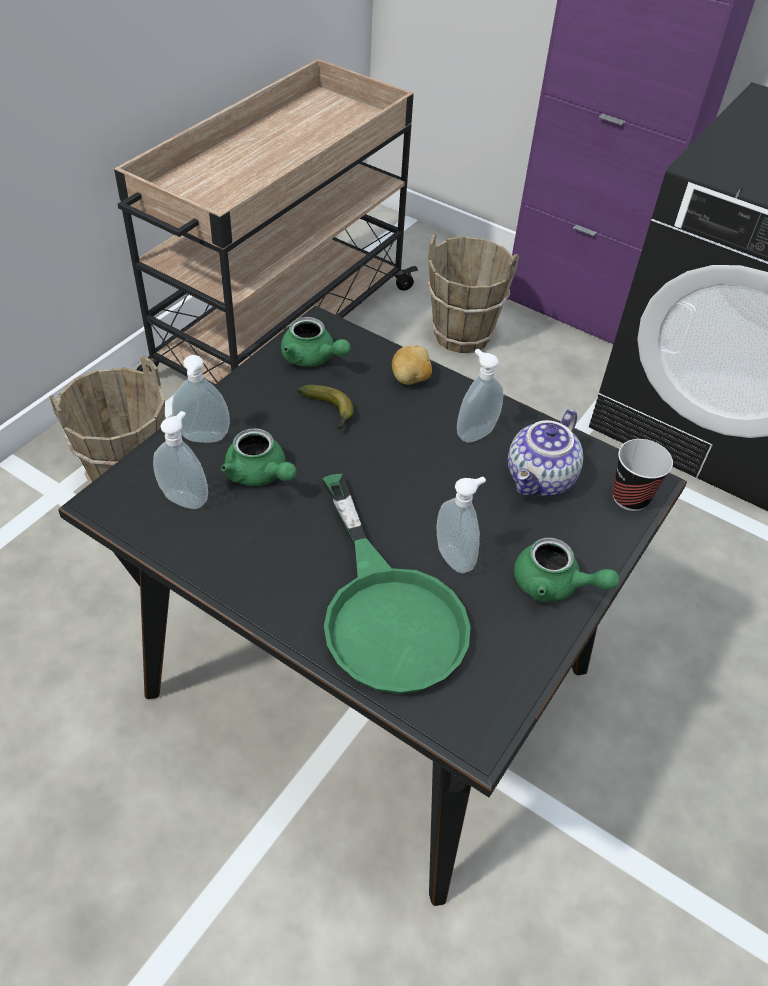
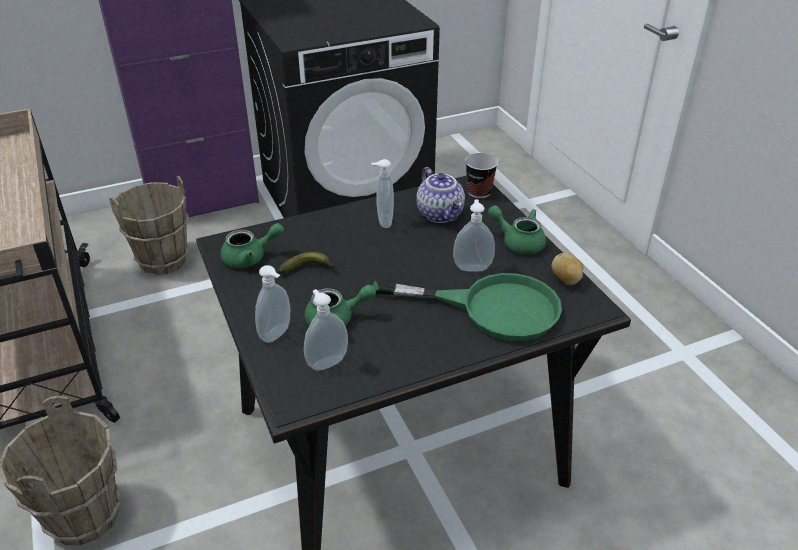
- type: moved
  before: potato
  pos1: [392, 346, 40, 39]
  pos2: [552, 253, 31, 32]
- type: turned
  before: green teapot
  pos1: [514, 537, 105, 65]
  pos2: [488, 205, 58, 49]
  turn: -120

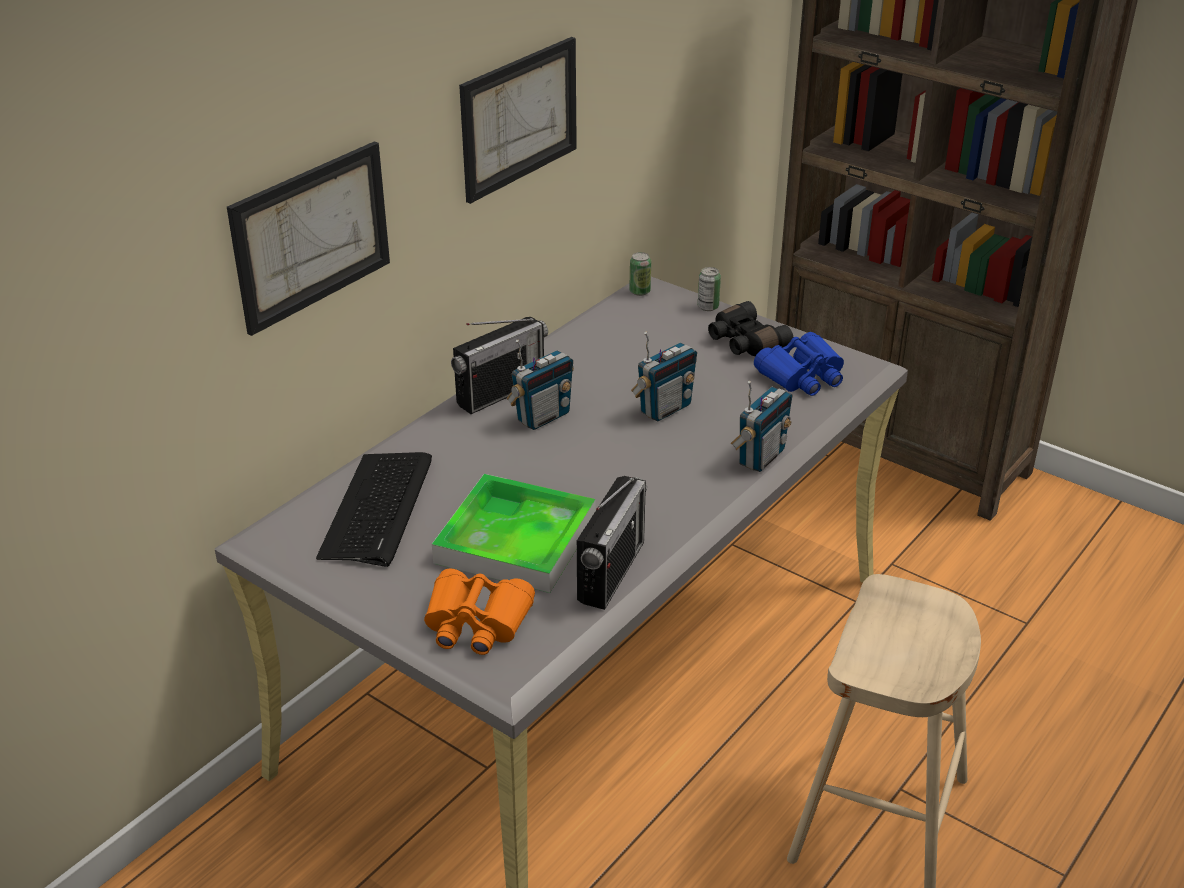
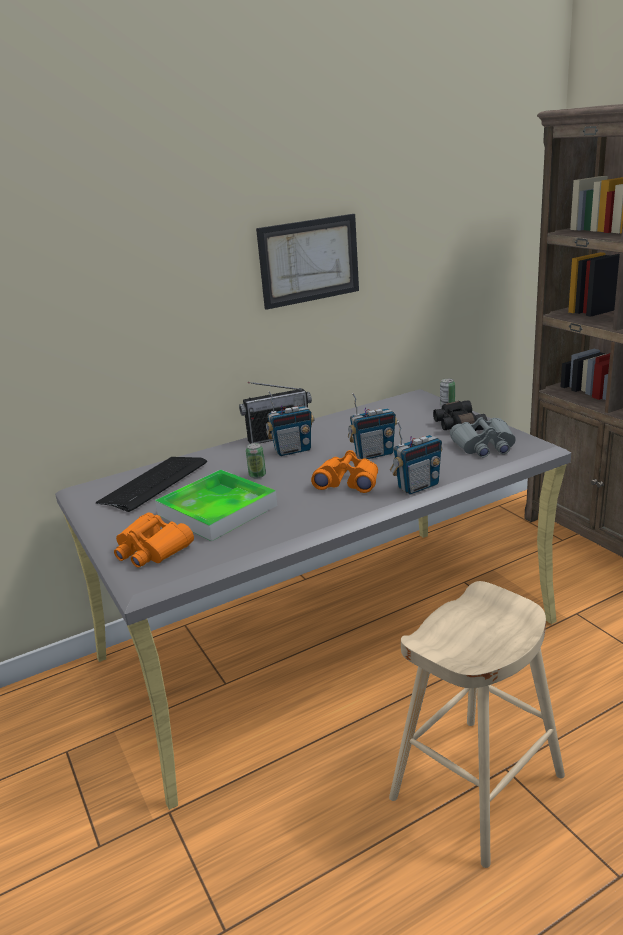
- type: removed
  before: picture
  pos1: [227, 141, 163, 195]
- type: removed
  before: radio
  pos1: [577, 476, 70, 134]
- type: moved
  before: can
  pos1: [629, 252, 22, 44]
  pos2: [246, 443, 20, 36]
- type: recoloured
  before: blue binoculars
  after: grey binoculars
  pos1: [754, 332, 90, 64]
  pos2: [450, 417, 66, 40]
- type: added
  after: orange binoculars
  pos2: [311, 450, 67, 43]

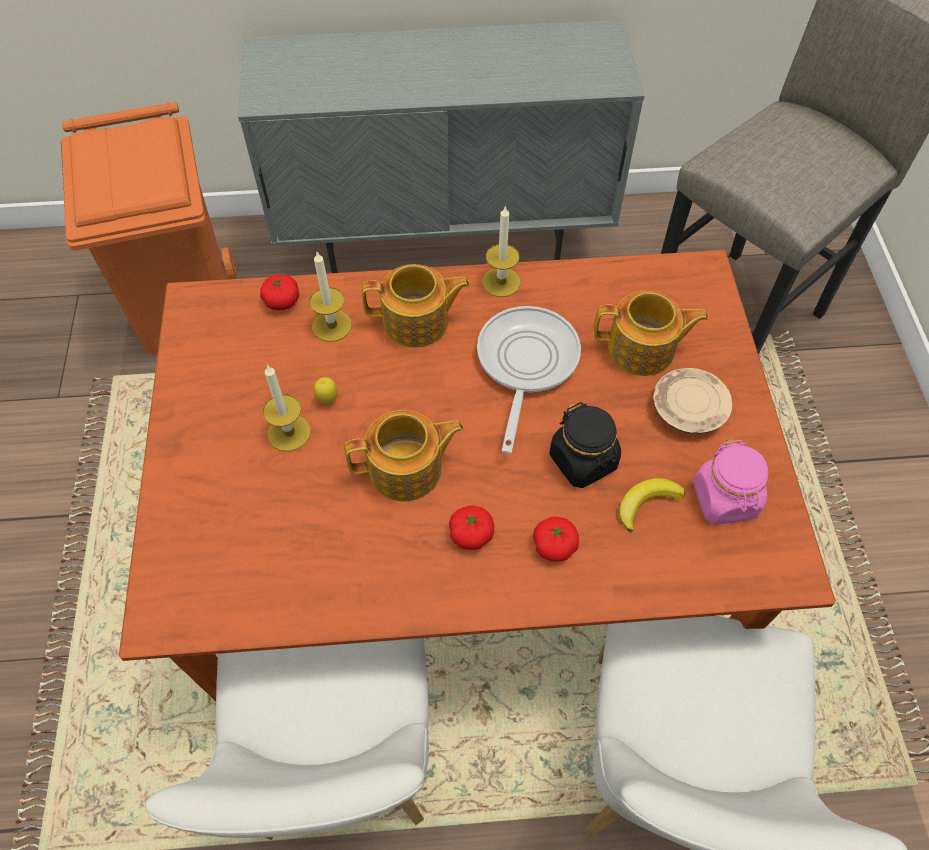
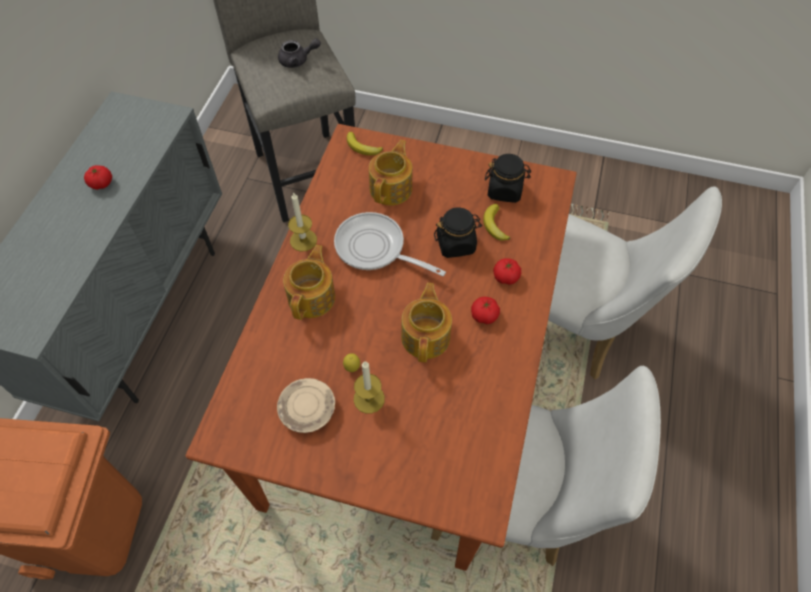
- type: moved
  before: tomato
  pos1: [260, 275, 39, 35]
  pos2: [84, 165, 28, 25]
- type: removed
  before: candle
  pos1: [309, 252, 43, 90]
- type: moved
  before: beige plate
  pos1: [653, 368, 79, 66]
  pos2: [277, 378, 58, 55]
- type: recoloured
  before: pink jar
  after: black jar
  pos1: [693, 439, 75, 86]
  pos2: [485, 154, 46, 49]
- type: added
  after: grey teapot
  pos2: [278, 38, 43, 30]
- type: added
  after: banana
  pos2: [347, 132, 36, 23]

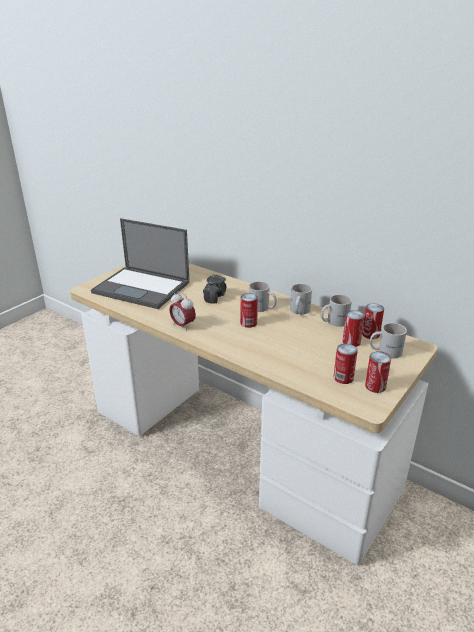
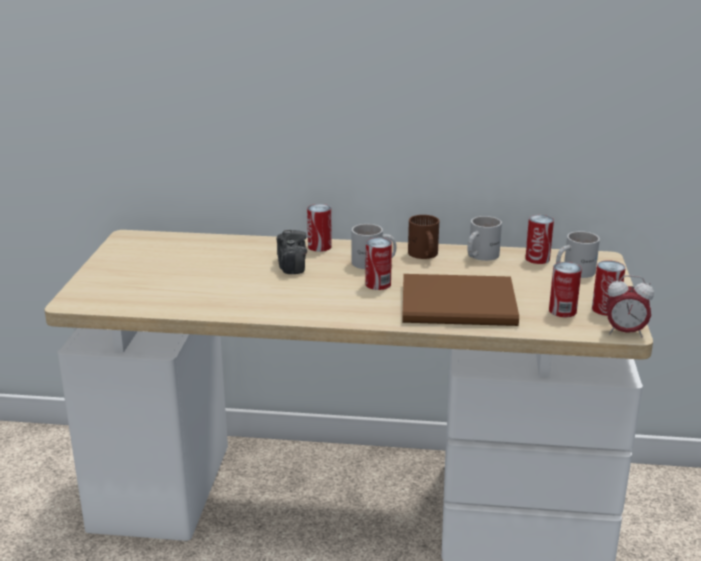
- type: removed
  before: laptop
  pos1: [91, 218, 99, 91]
- type: moved
  before: alarm clock
  pos1: [169, 292, 27, 39]
  pos2: [606, 275, 48, 63]
- type: recoloured
  before: white mug
  after: brown mug
  pos1: [290, 284, 22, 31]
  pos2: [408, 215, 31, 44]
- type: moved
  before: can
  pos1: [343, 310, 22, 37]
  pos2: [307, 204, 25, 48]
- type: added
  after: brown book
  pos2: [402, 274, 117, 52]

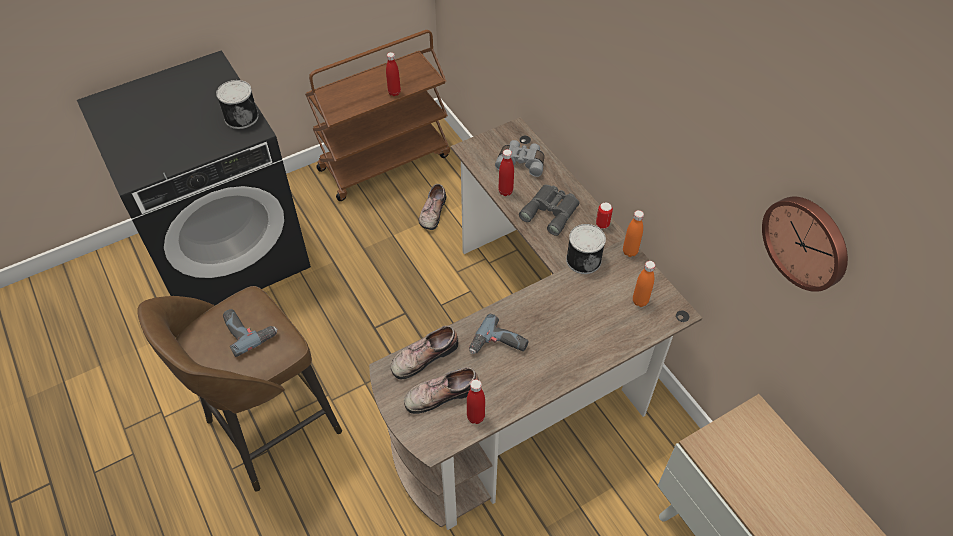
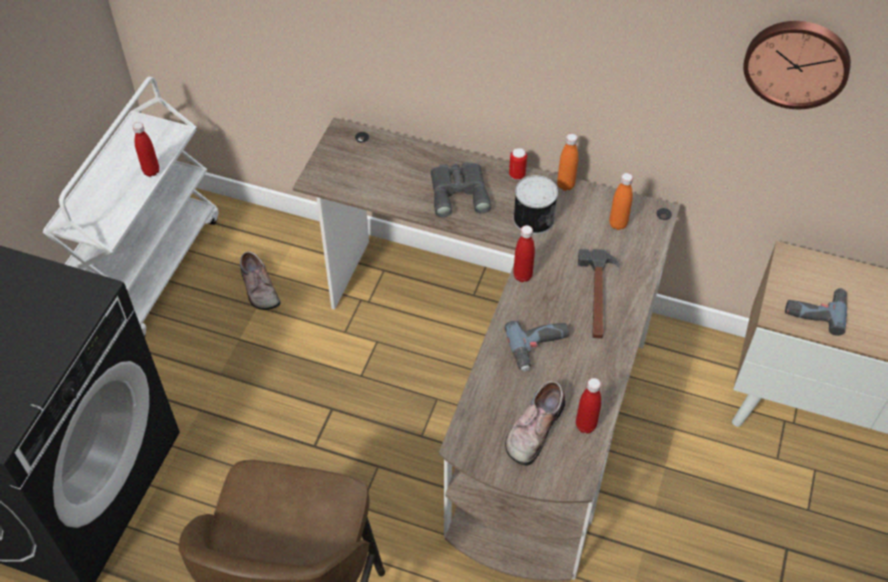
- type: removed
  before: can
  pos1: [216, 80, 43, 49]
- type: moved
  before: power drill
  pos1: [223, 309, 55, 48]
  pos2: [785, 288, 62, 48]
- type: recoloured
  before: brown cart
  after: white cart
  pos1: [305, 30, 145, 171]
  pos2: [43, 77, 175, 260]
- type: removed
  before: shoe
  pos1: [391, 326, 67, 54]
- type: removed
  before: grey binoculars
  pos1: [495, 140, 49, 37]
- type: moved
  before: red bottle
  pos1: [498, 149, 16, 47]
  pos2: [513, 225, 22, 57]
- type: added
  after: hammer
  pos2: [578, 249, 42, 90]

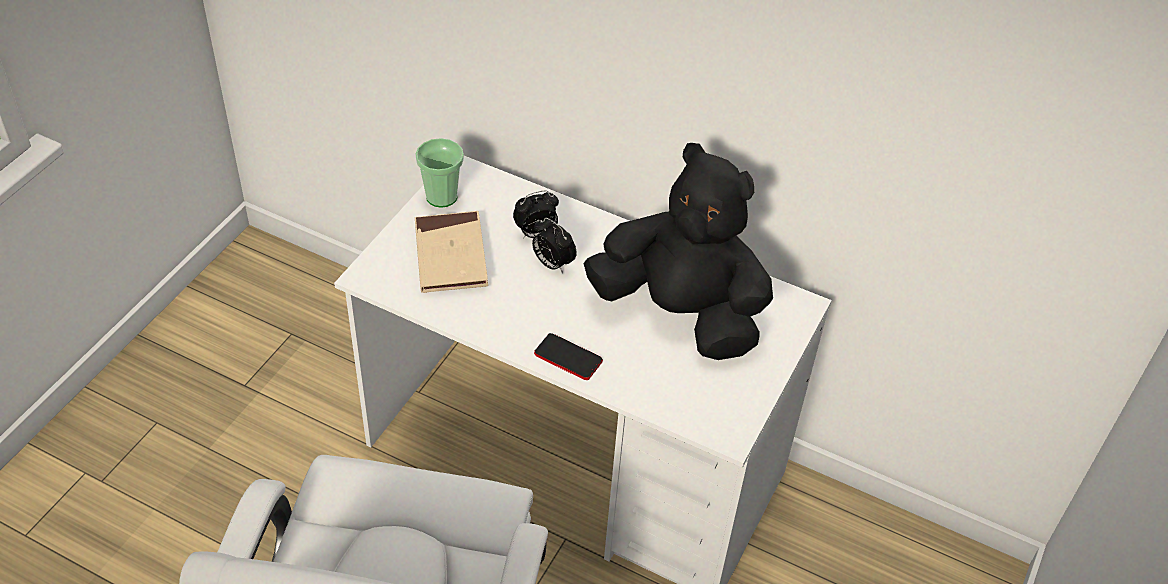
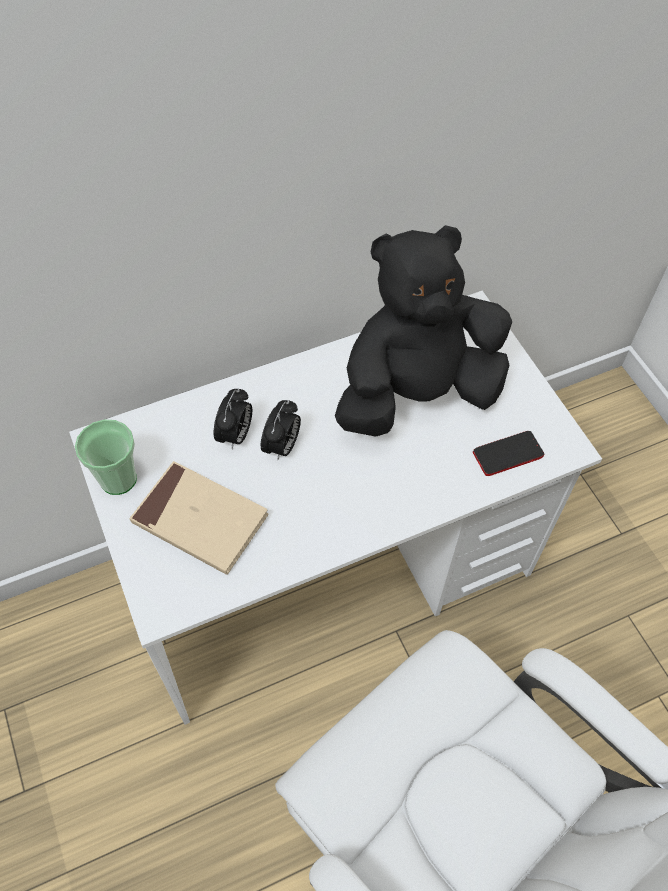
- type: turned
  before: alarm clock
  pos1: [532, 218, 45, 55]
  pos2: [261, 400, 40, 59]
  turn: -60
- type: moved
  before: phone
  pos1: [534, 333, 69, 47]
  pos2: [473, 431, 71, 45]

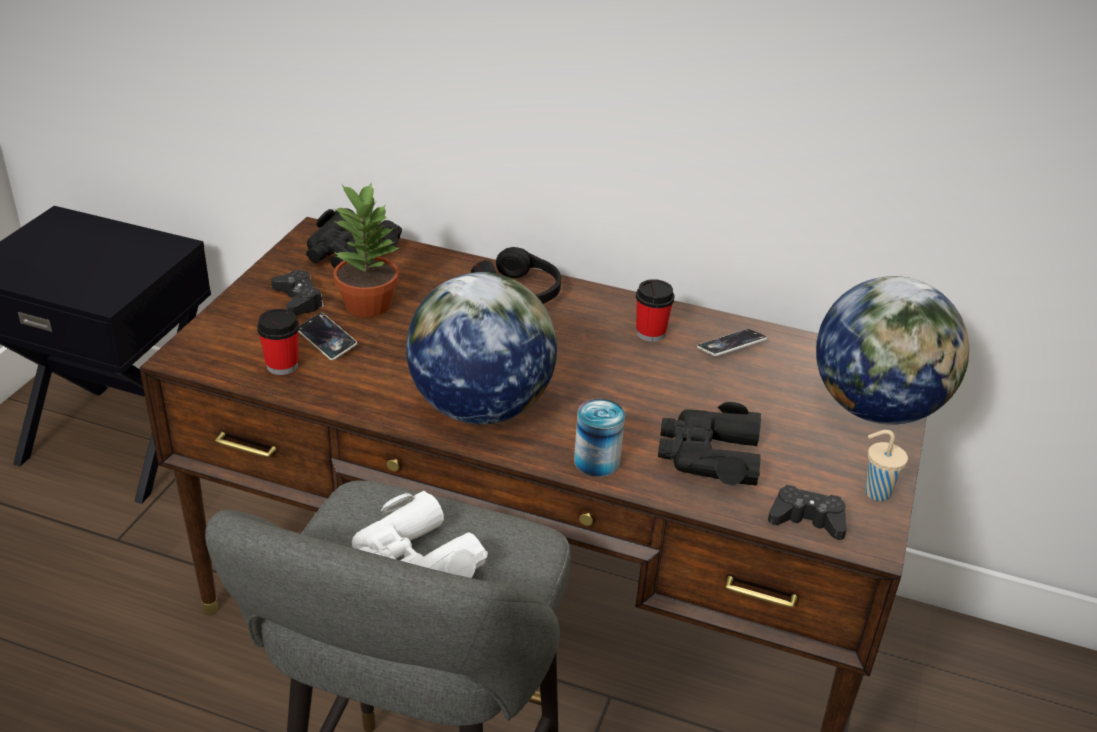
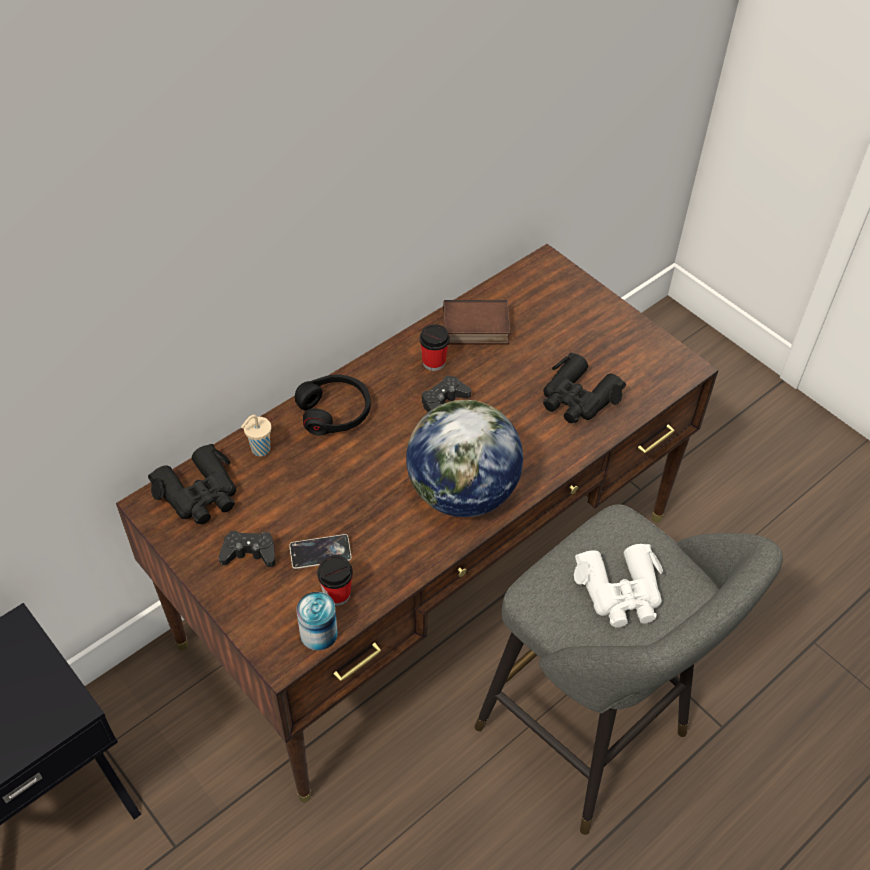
- type: removed
  before: potted plant
  pos1: [333, 183, 68, 134]
- type: moved
  before: can
  pos1: [574, 399, 51, 78]
  pos2: [296, 592, 42, 59]
- type: replaced
  before: phone
  after: book
  pos1: [697, 329, 70, 27]
  pos2: [443, 300, 67, 45]
- type: moved
  before: black game controller
  pos1: [768, 485, 79, 55]
  pos2: [421, 375, 50, 37]
- type: removed
  before: globe
  pos1: [816, 276, 153, 149]
- type: moved
  before: beige cup
  pos1: [864, 430, 44, 71]
  pos2: [241, 415, 30, 41]

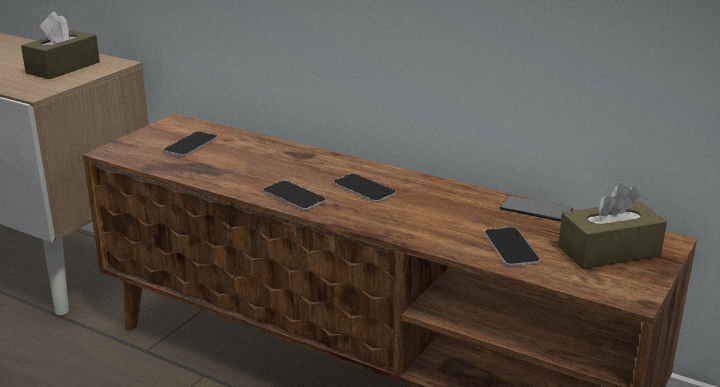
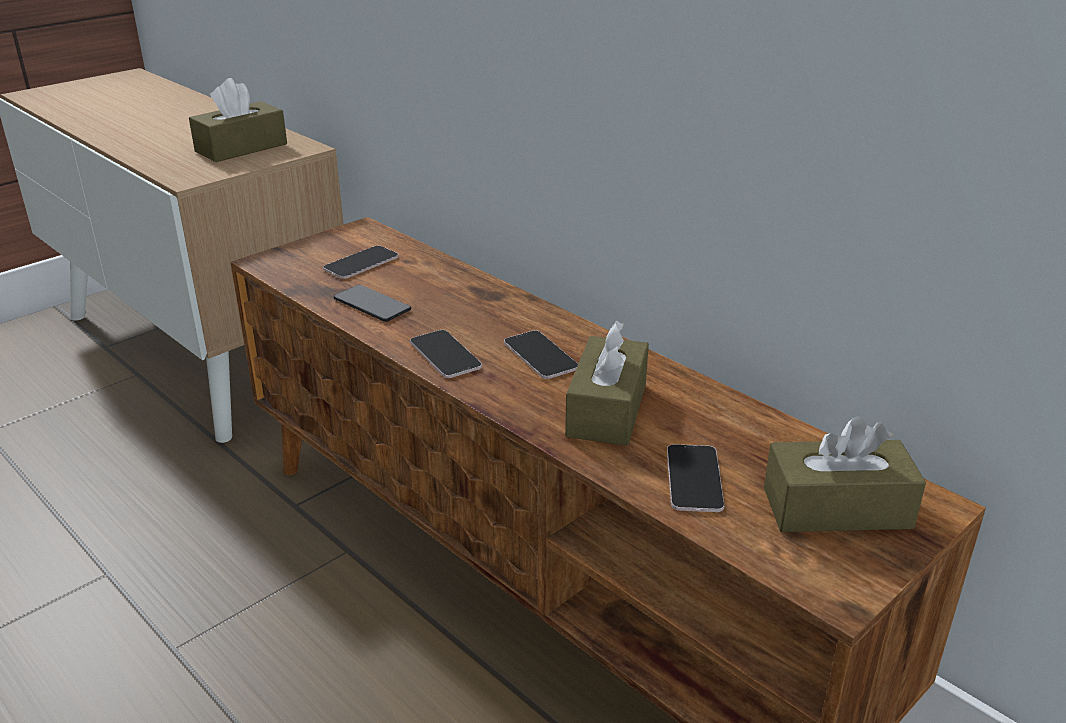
- type: moved
  before: phone
  pos1: [500, 195, 73, 27]
  pos2: [334, 285, 77, 37]
- type: added
  after: brown tissue box
  pos2: [565, 321, 84, 125]

